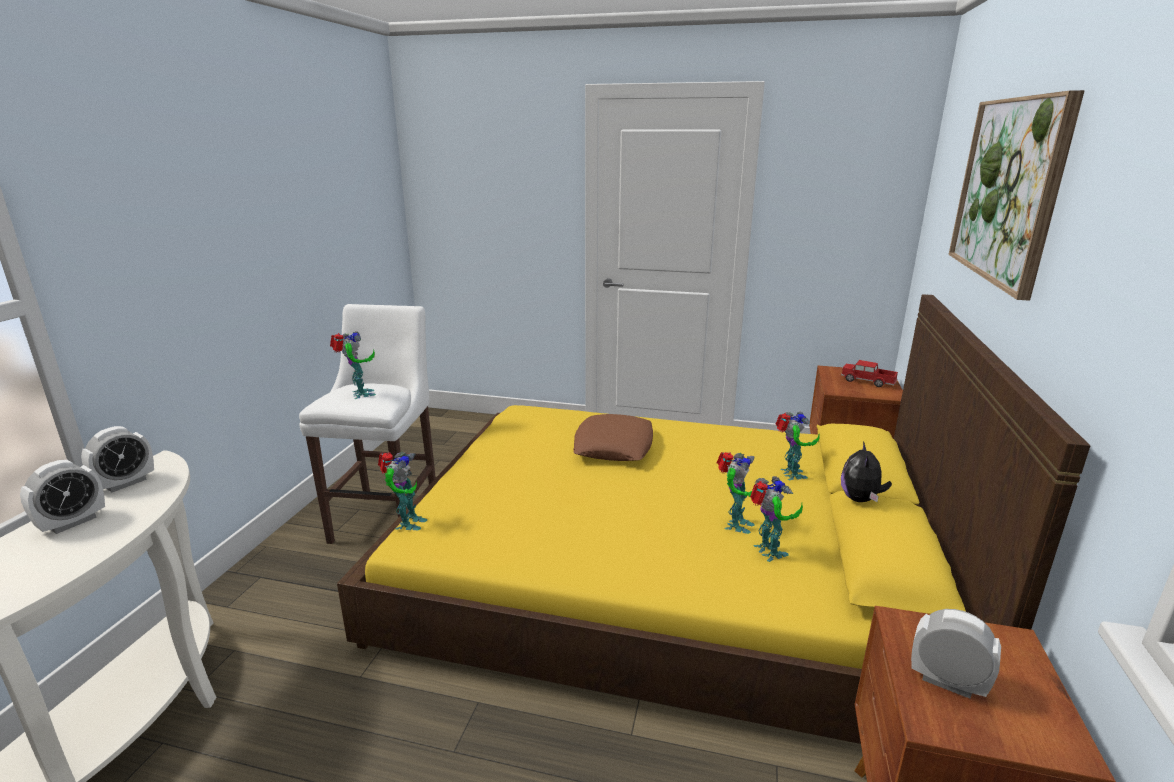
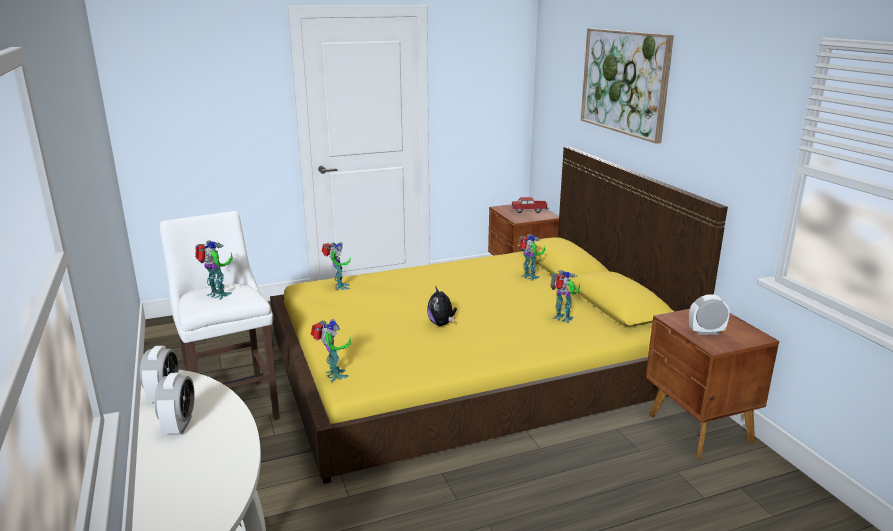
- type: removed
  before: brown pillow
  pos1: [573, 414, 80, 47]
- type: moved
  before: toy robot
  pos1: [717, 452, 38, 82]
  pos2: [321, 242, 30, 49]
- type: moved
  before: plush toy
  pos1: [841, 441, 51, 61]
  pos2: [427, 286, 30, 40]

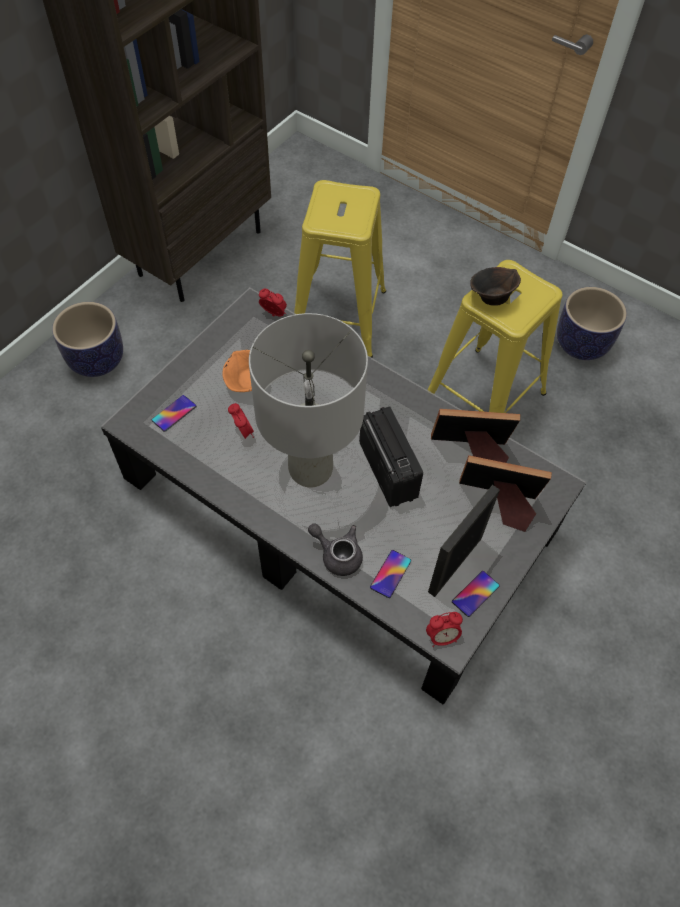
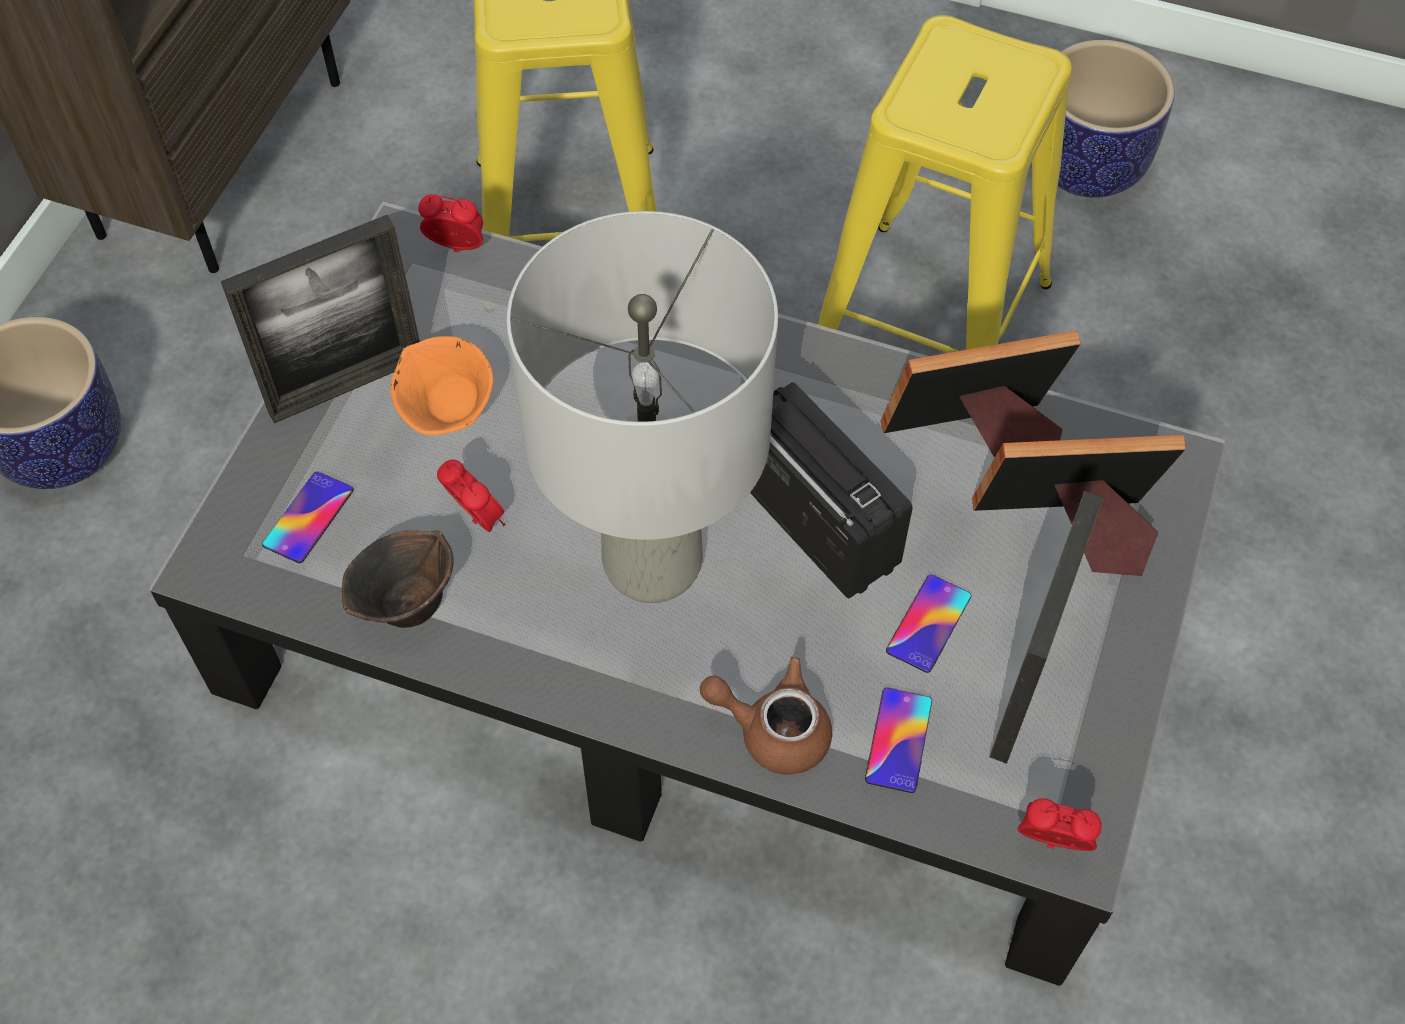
- type: recoloured
  before: grey teapot
  after: brown teapot
  pos1: [308, 523, 55, 53]
  pos2: [700, 657, 132, 118]
- type: turned
  before: alarm clock
  pos1: [426, 612, 37, 35]
  pos2: [1018, 798, 84, 53]
  turn: -135
- type: moved
  before: phone
  pos1: [452, 571, 48, 46]
  pos2: [886, 575, 85, 98]
- type: moved
  before: brown bowl
  pos1: [470, 267, 51, 39]
  pos2: [342, 530, 112, 98]
- type: added
  after: picture frame
  pos2: [221, 215, 199, 208]

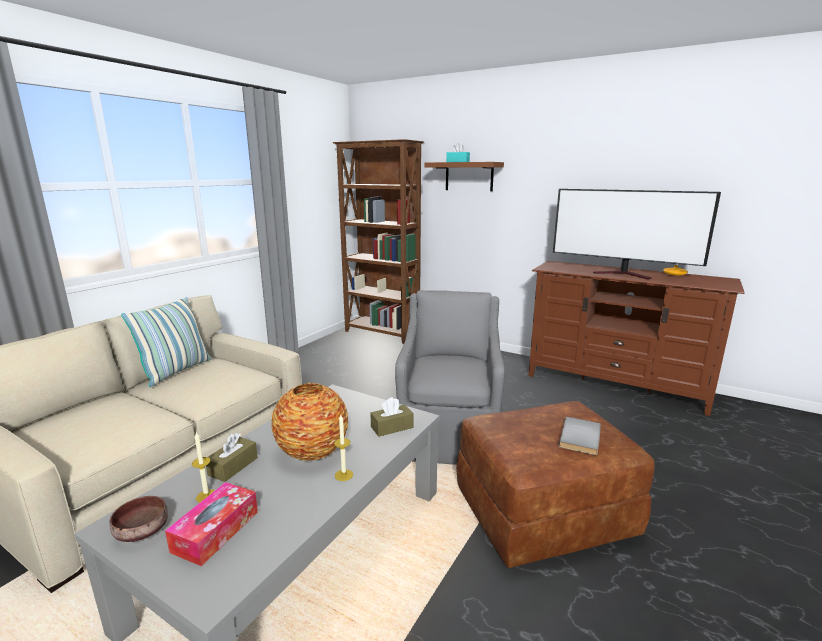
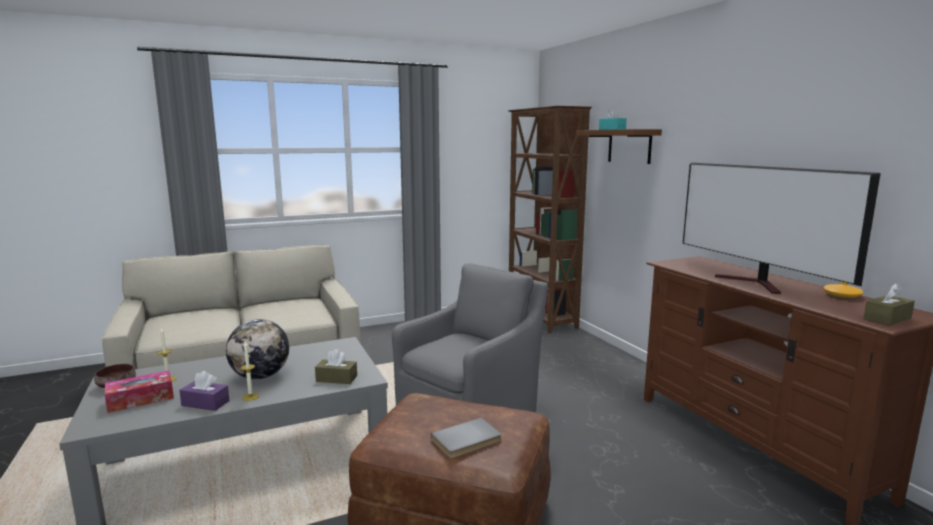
- type: removed
  before: pillow
  pos1: [121, 297, 91, 90]
- type: moved
  before: brown tissue box
  pos1: [206, 433, 52, 49]
  pos2: [863, 283, 52, 43]
- type: replaced
  before: vase
  after: globe
  pos1: [271, 383, 77, 78]
  pos2: [226, 319, 63, 60]
- type: added
  after: purple tissue box
  pos2: [179, 371, 51, 40]

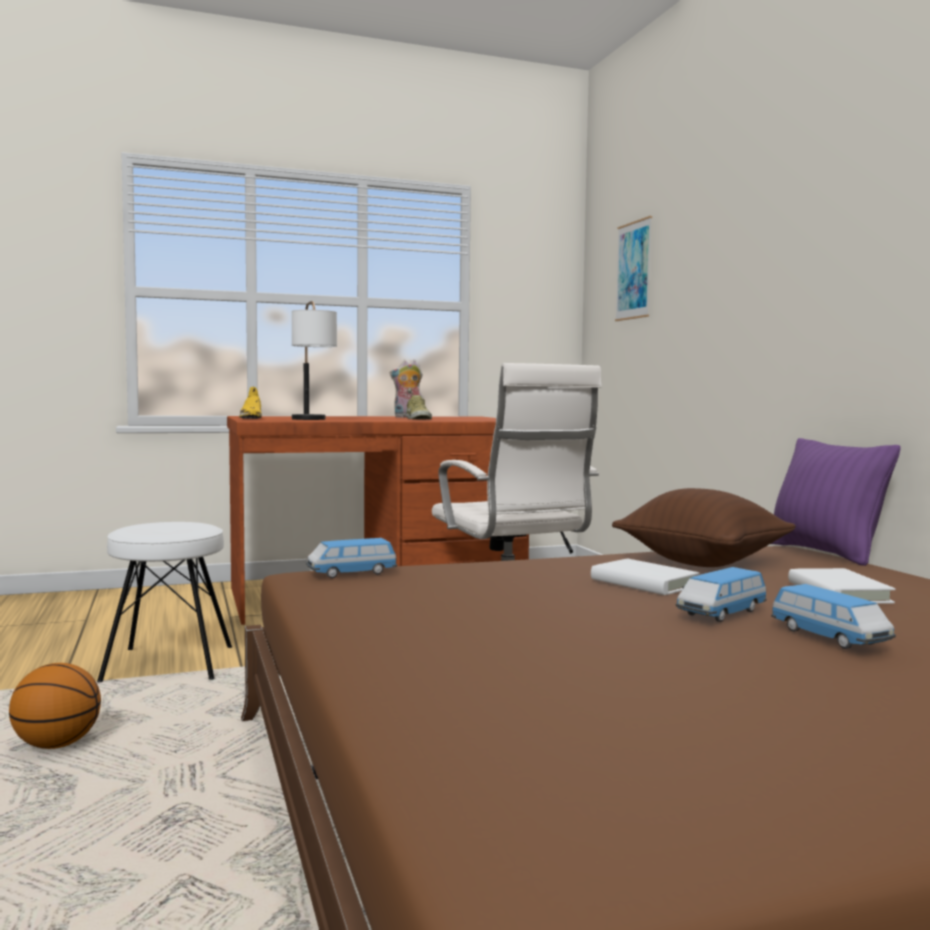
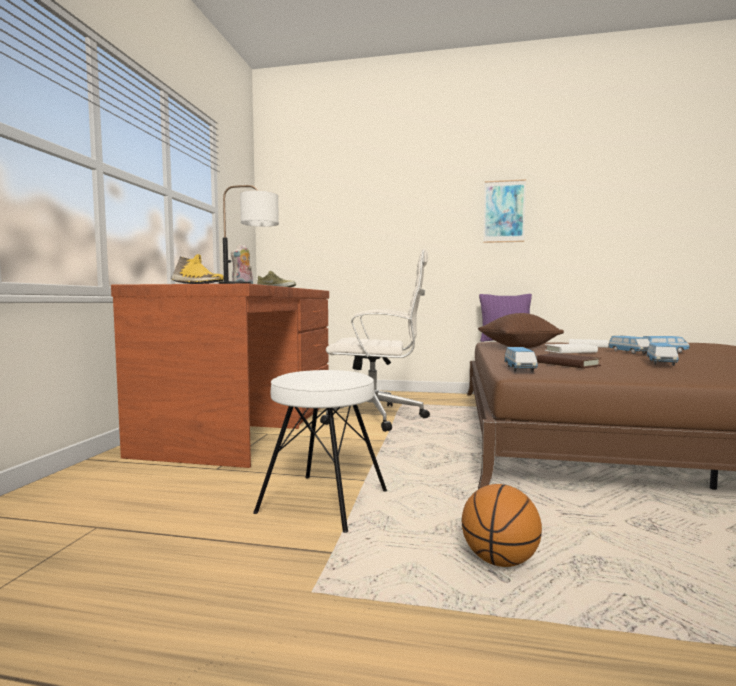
- type: moved
  before: picture
  pos1: [615, 216, 37, 105]
  pos2: [483, 179, 43, 64]
- type: added
  after: brown book
  pos2: [537, 353, 64, 15]
- type: added
  after: toy car
  pos2: [647, 343, 32, 23]

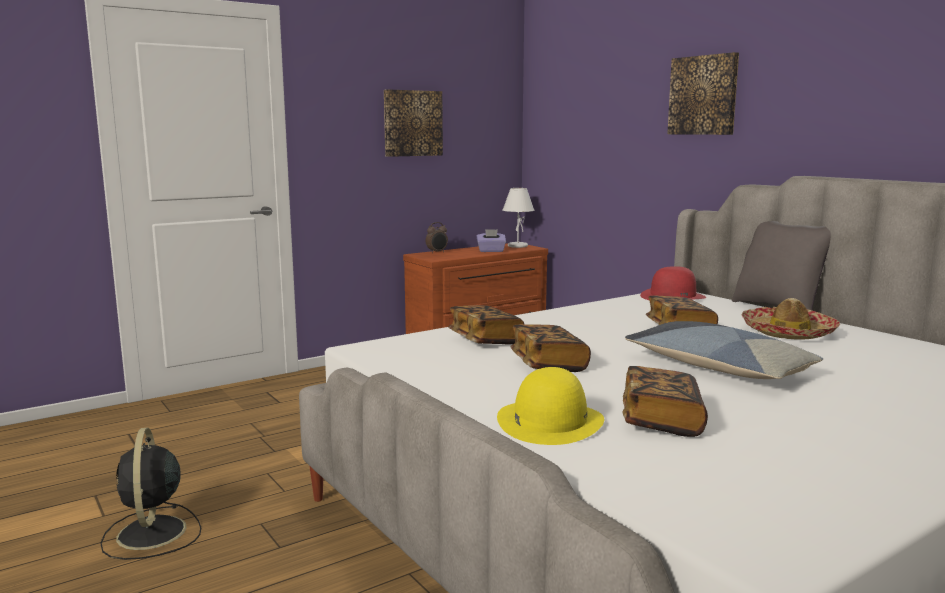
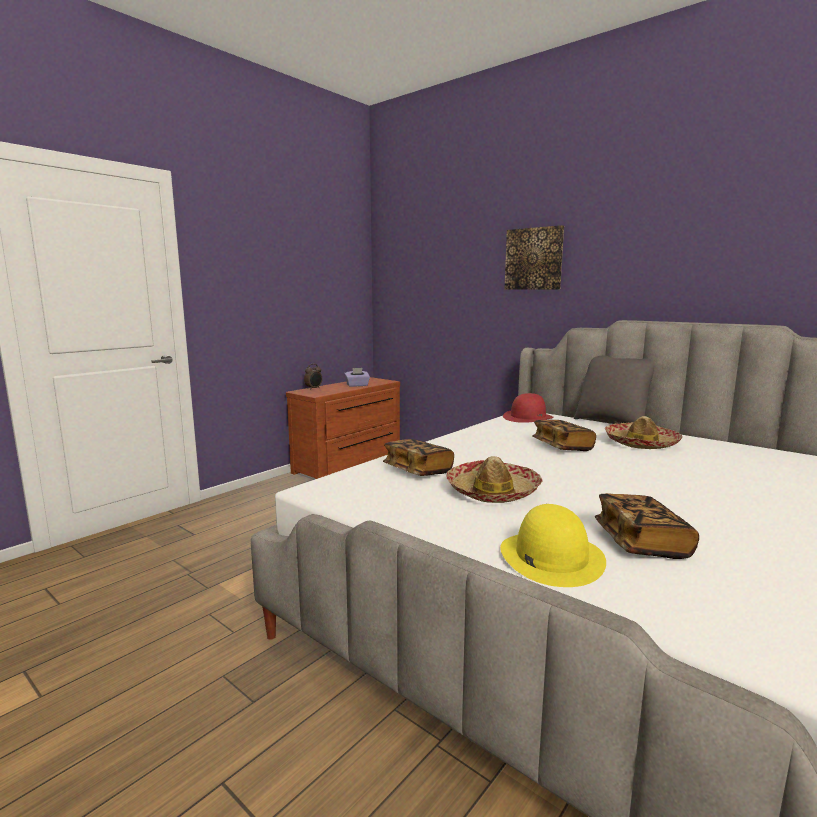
- type: removed
  before: black fan
  pos1: [100, 428, 101, 132]
- type: removed
  before: picture
  pos1: [384, 89, 59, 68]
- type: removed
  before: white table lamp
  pos1: [503, 188, 31, 60]
- type: replaced
  before: book
  after: hat
  pos1: [510, 324, 81, 48]
  pos2: [446, 456, 96, 47]
- type: removed
  before: pillow
  pos1: [625, 321, 198, 58]

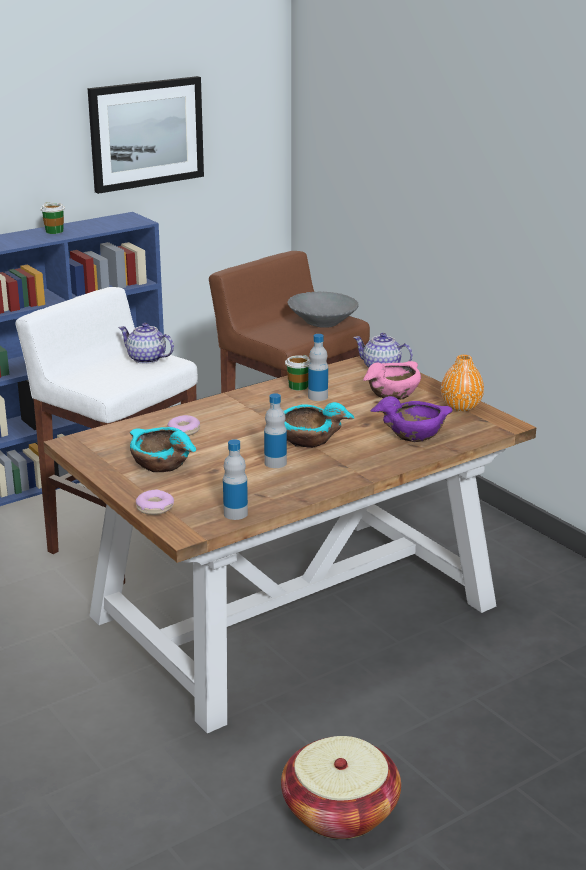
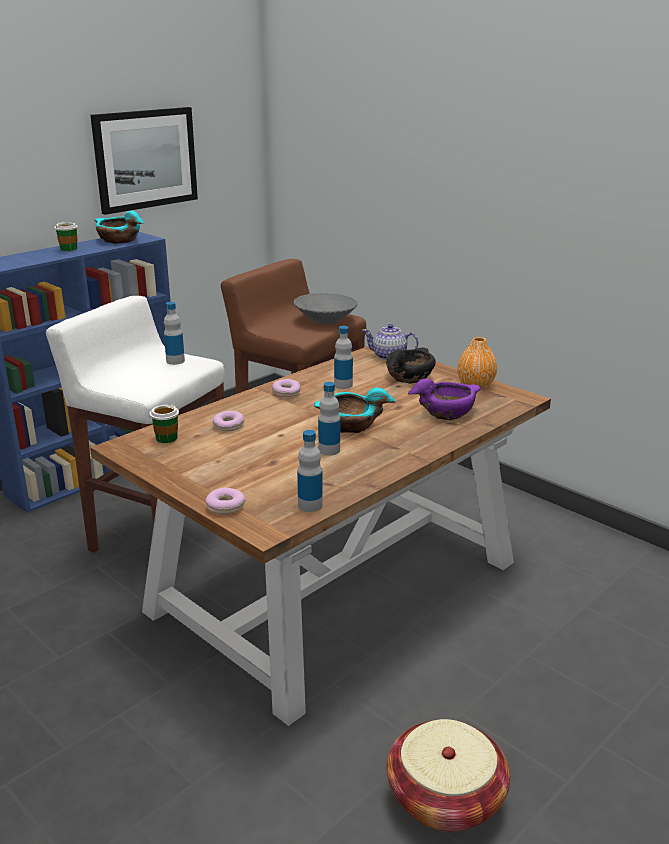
- type: replaced
  before: teapot
  after: bottle
  pos1: [118, 323, 56, 41]
  pos2: [164, 302, 21, 63]
- type: moved
  before: turquoise bowl
  pos1: [130, 427, 66, 45]
  pos2: [94, 211, 50, 33]
- type: moved
  before: cup
  pos1: [285, 355, 25, 35]
  pos2: [149, 404, 30, 39]
- type: recoloured
  before: pink bowl
  after: black bowl
  pos1: [363, 361, 58, 39]
  pos2: [386, 347, 50, 37]
- type: added
  after: donut
  pos2: [272, 379, 29, 18]

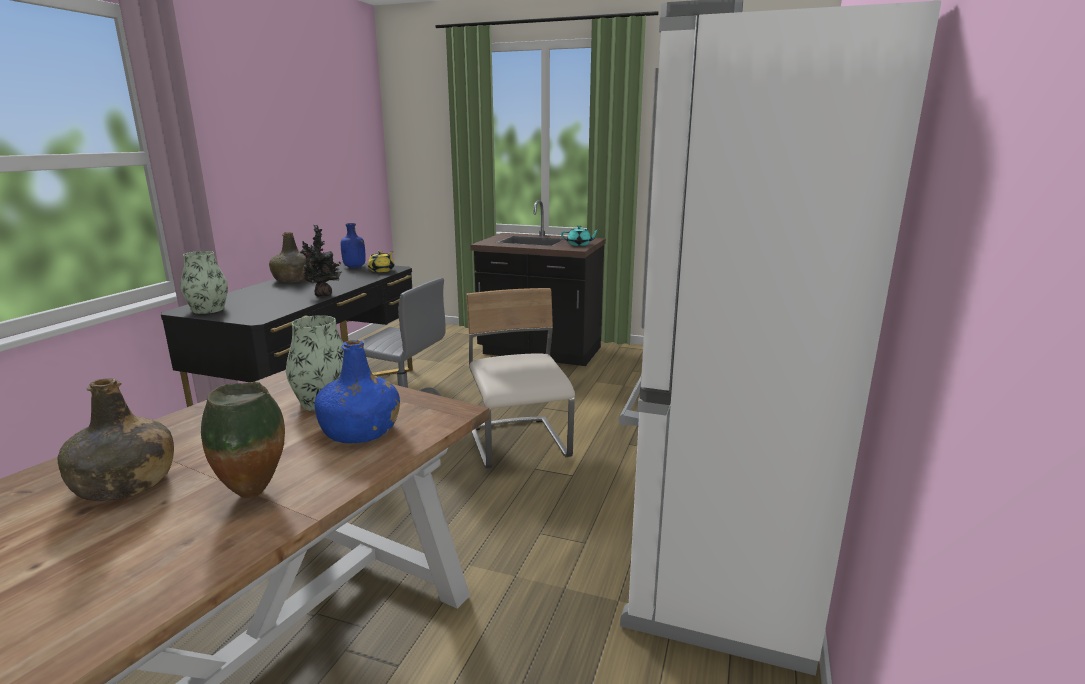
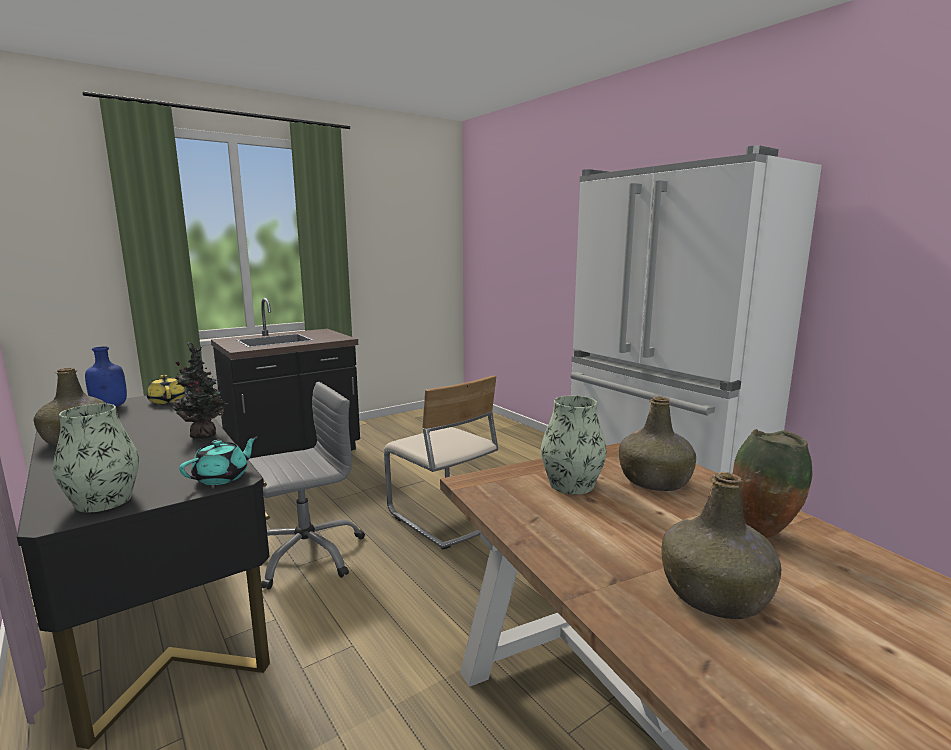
- type: recoloured
  before: blue bottle
  after: green bottle
  pos1: [314, 340, 86, 103]
  pos2: [619, 396, 77, 95]
- type: turned
  before: beige chair
  pos1: [466, 288, 109, 181]
  pos2: [383, 375, 115, 175]
  turn: -150
- type: moved
  before: turquoise teapot
  pos1: [561, 226, 38, 20]
  pos2: [179, 437, 78, 48]

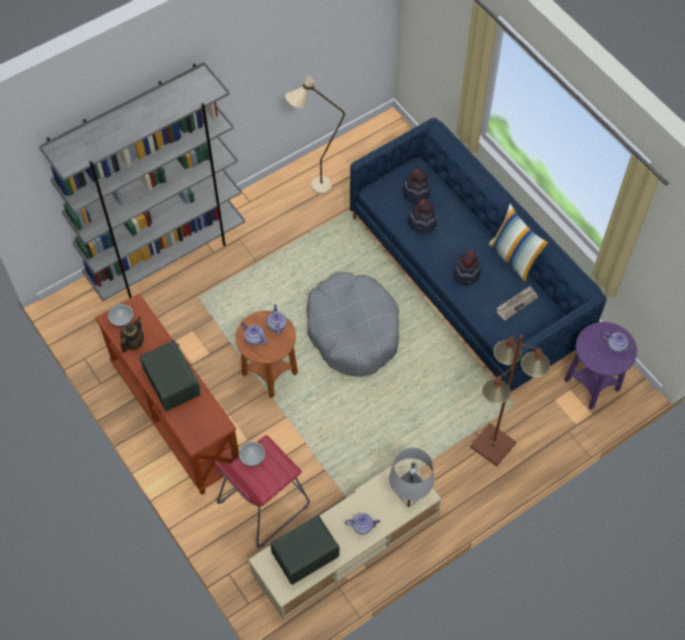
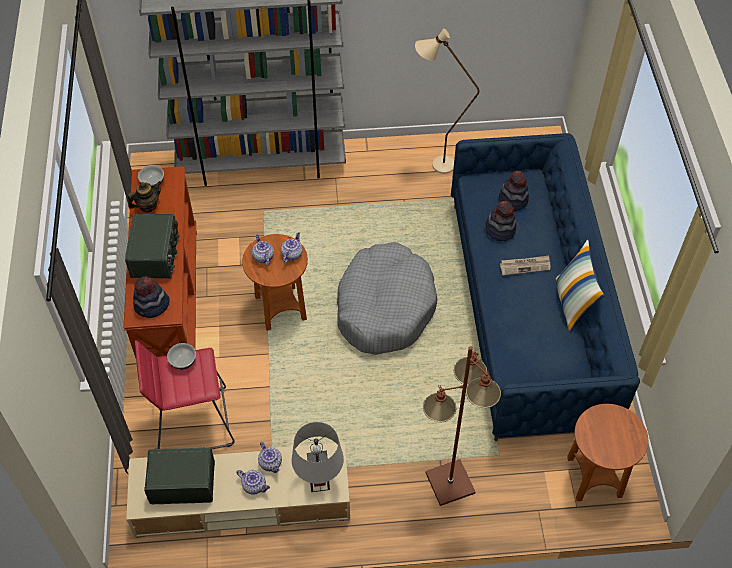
- type: moved
  before: hat
  pos1: [453, 250, 28, 35]
  pos2: [133, 276, 37, 42]
- type: moved
  before: newspaper
  pos1: [496, 286, 42, 35]
  pos2: [500, 256, 51, 20]
- type: recoloured
  before: purple side table
  after: brown side table
  pos1: [564, 322, 73, 88]
  pos2: [567, 404, 81, 97]
- type: moved
  before: teapot
  pos1: [603, 332, 32, 21]
  pos2: [258, 442, 24, 31]

